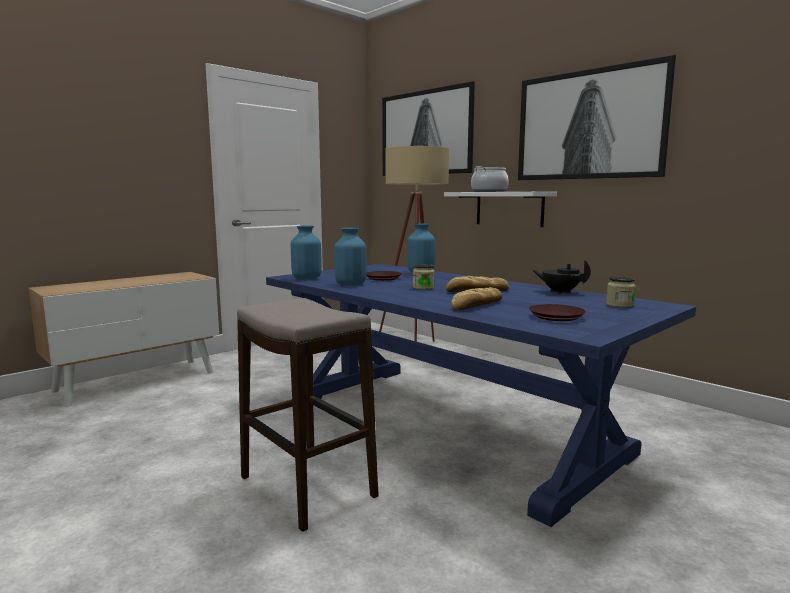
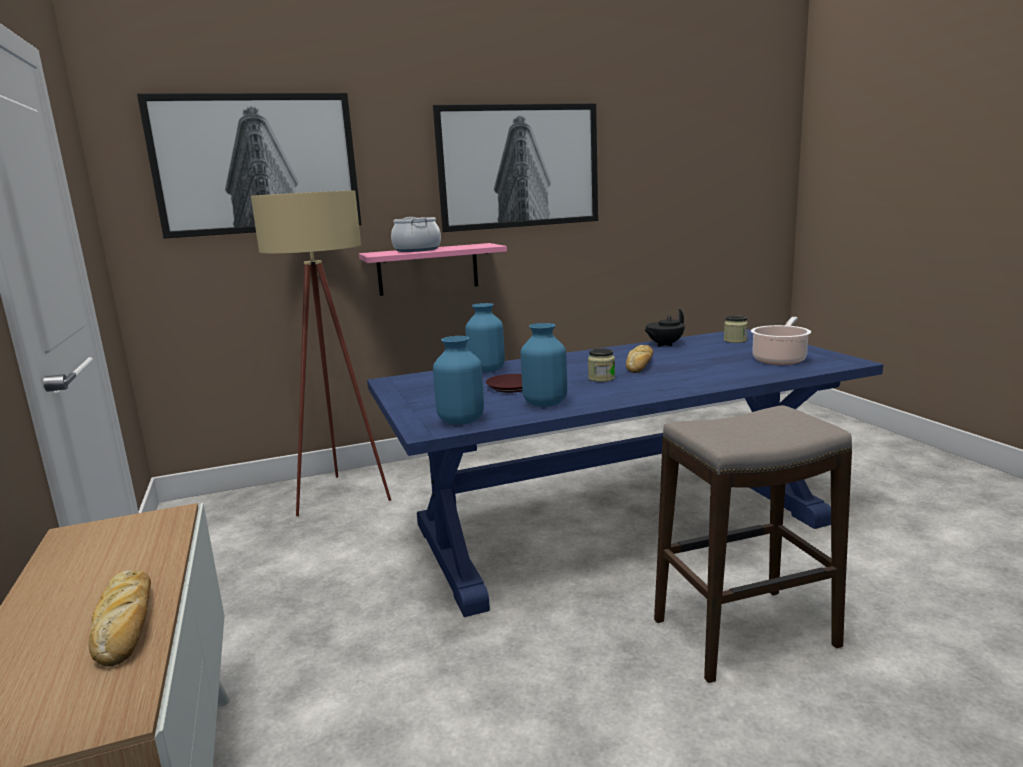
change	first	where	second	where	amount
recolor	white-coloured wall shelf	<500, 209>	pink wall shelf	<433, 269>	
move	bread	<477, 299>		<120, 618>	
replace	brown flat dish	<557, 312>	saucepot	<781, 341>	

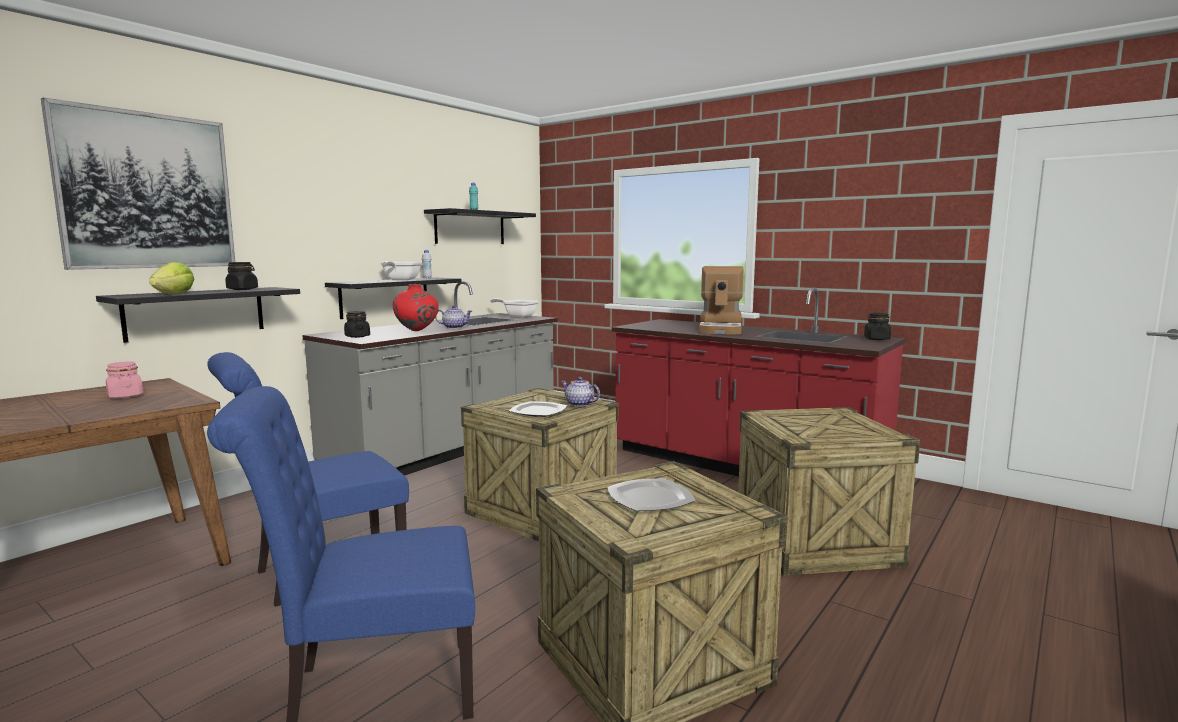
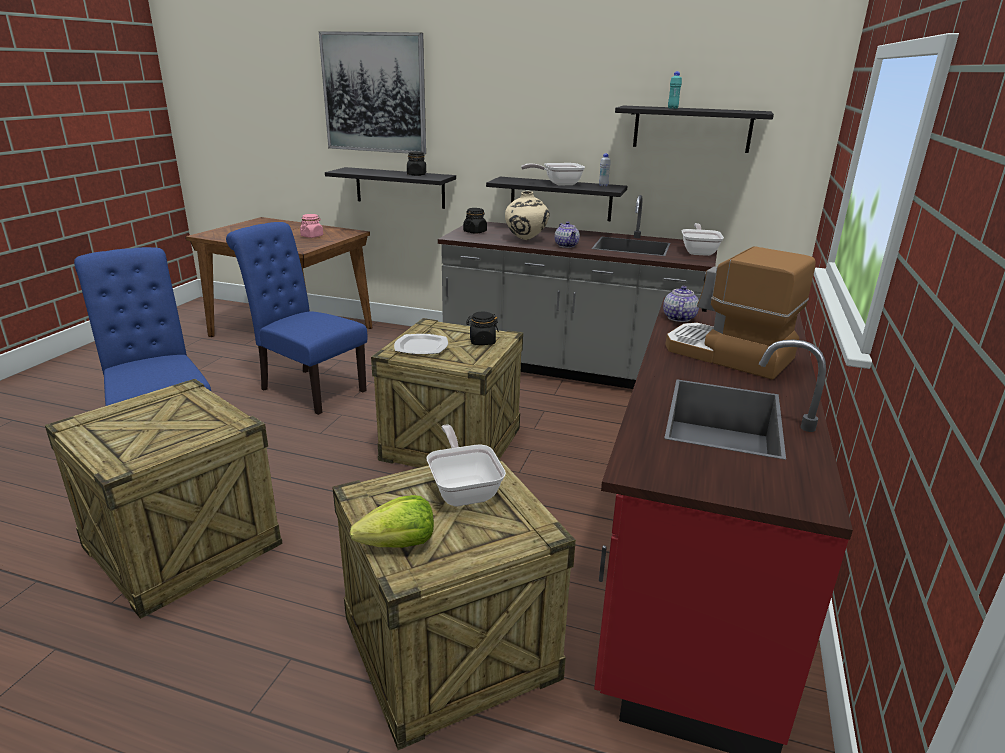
change	first	where	second	where	amount
move	lettuce head	<171, 278>		<392, 521>	
rotate	coffee machine	<721, 300>		<740, 313>	45 degrees clockwise
recolor	reddish decorative vase	<416, 307>	beige-coloured decorative vase	<527, 215>	
move	black-coloured storage jar	<877, 326>		<482, 328>	
move	pot for tea	<580, 392>		<681, 304>	
delete	flat dish	<651, 494>			
insert			frying pan	<466, 465>	

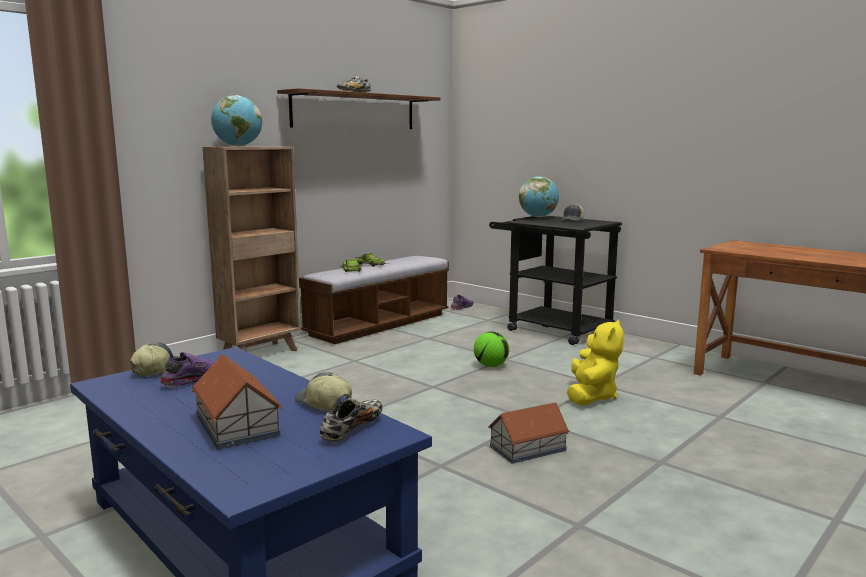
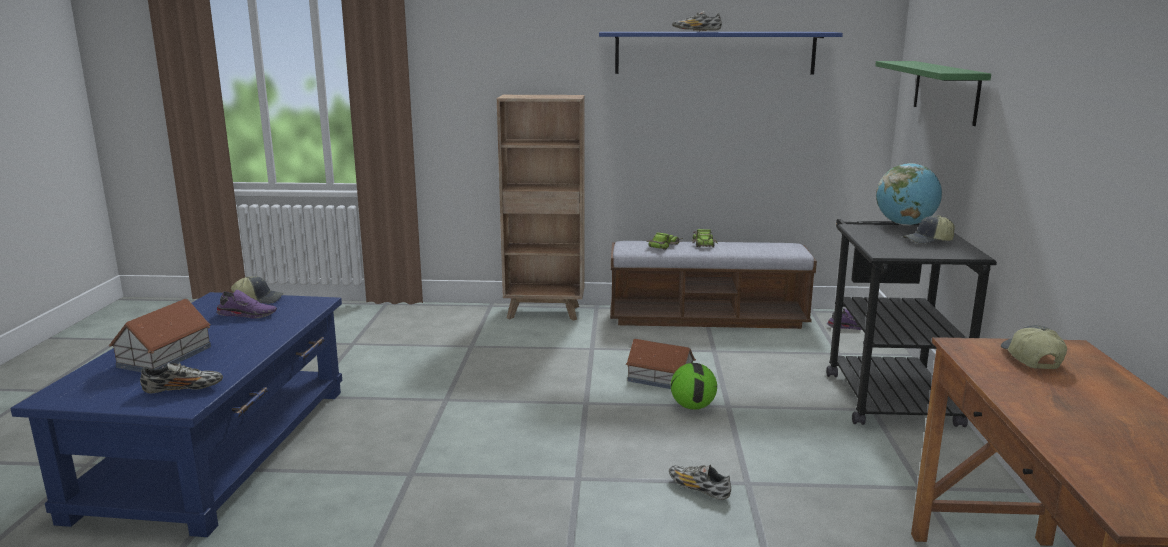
change	first	where	second	where	amount
recolor	brown wall shelf	<359, 108>	bluish wall shelf	<721, 53>	
delete	desk globe	<236, 120>			
replace	yellow-coloured soft toy	<595, 362>	low shoe	<700, 482>	
move	baseball cap	<323, 392>		<1034, 347>	
move	model house	<529, 433>		<661, 364>	
insert			green wall shelf	<933, 93>	

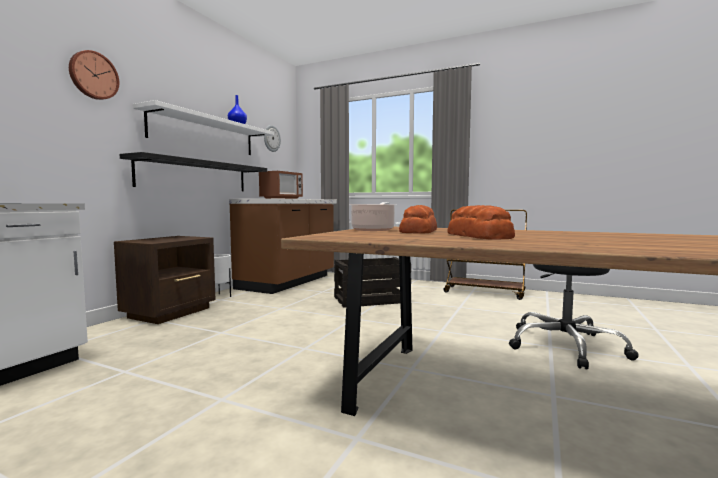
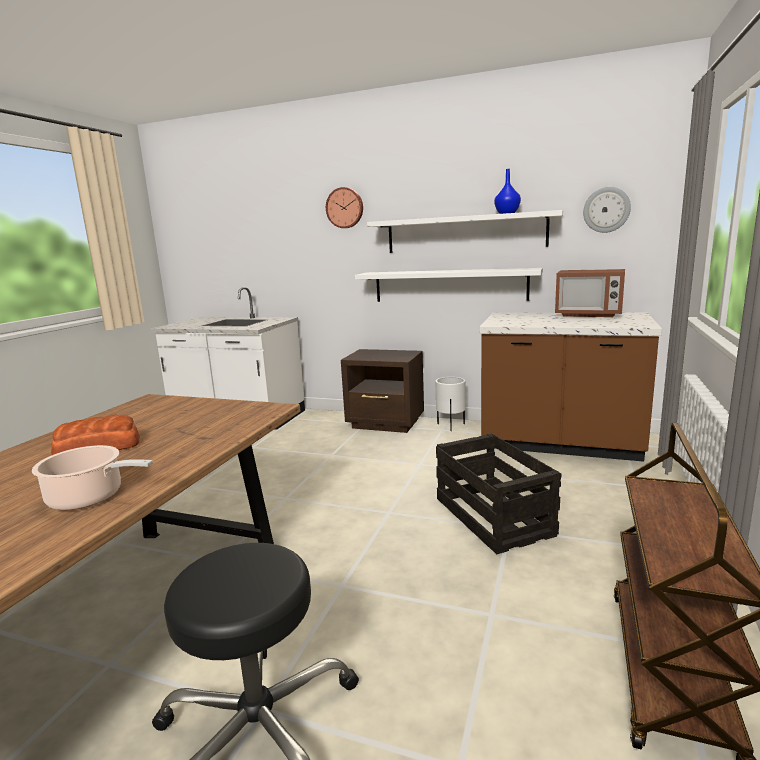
change	first	where	second	where	amount
recolor	black-coloured wall shelf	<193, 171>	white-coloured wall shelf	<449, 285>	
move	saucepot	<373, 216>		<92, 477>	
delete	bread	<418, 219>			

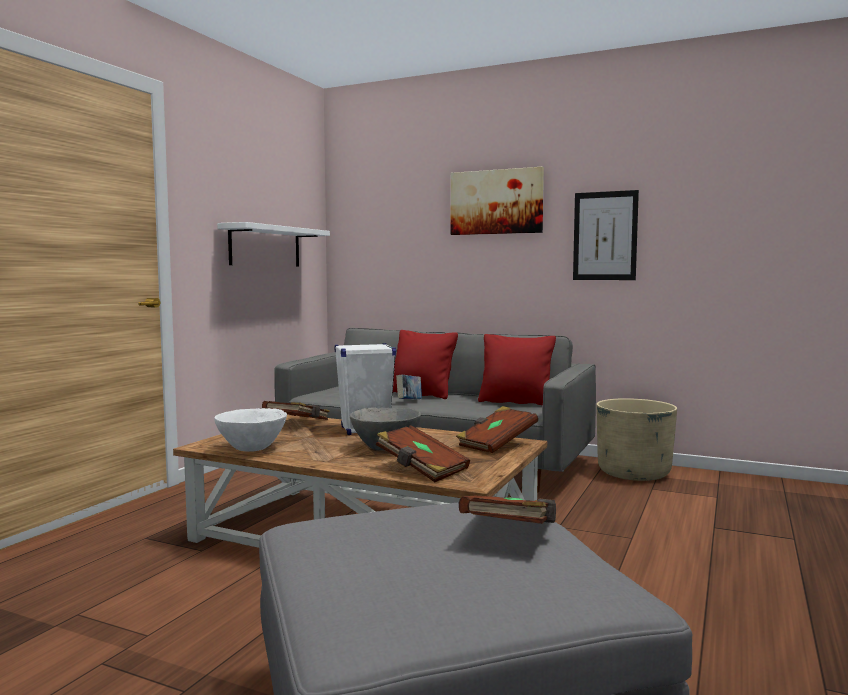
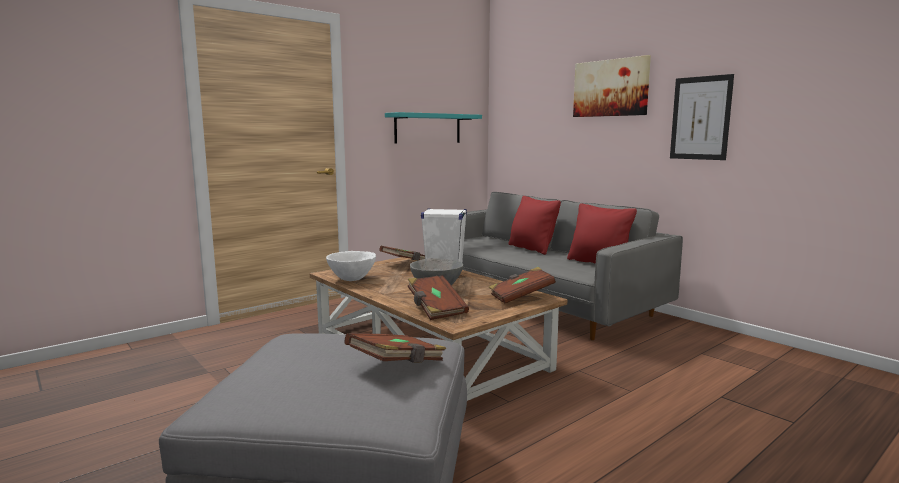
change	first	where	second	where	amount
recolor	white-coloured wall shelf	<273, 244>	blue-green wall shelf	<433, 128>	
delete	book	<409, 386>			
delete	beige-coloured plant pot	<636, 439>			

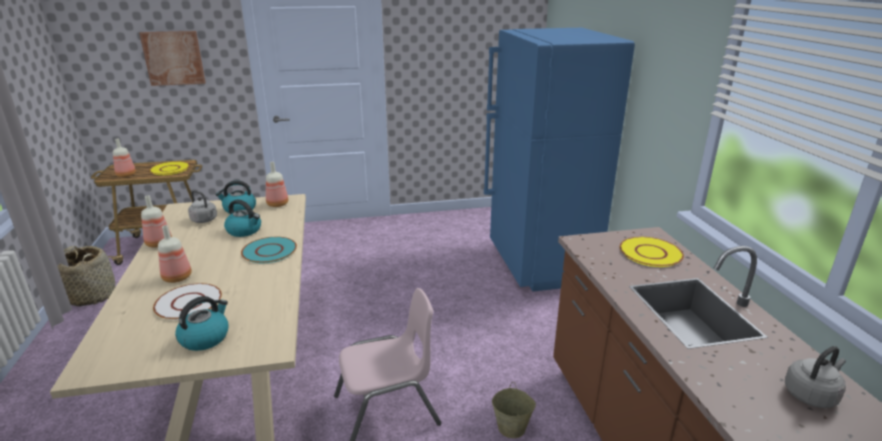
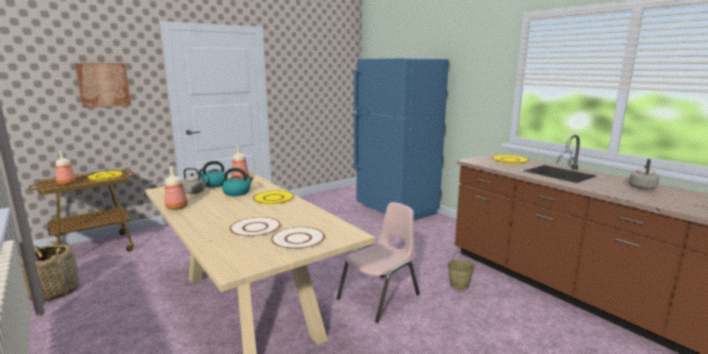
change	first	where	second	where	amount
delete	beverage bottle	<175, 254>			
recolor	blue-green flat dish	<269, 250>	yellow-coloured flat dish	<273, 198>	
replace	tea kettle	<201, 323>	white-coloured flat dish	<298, 238>	

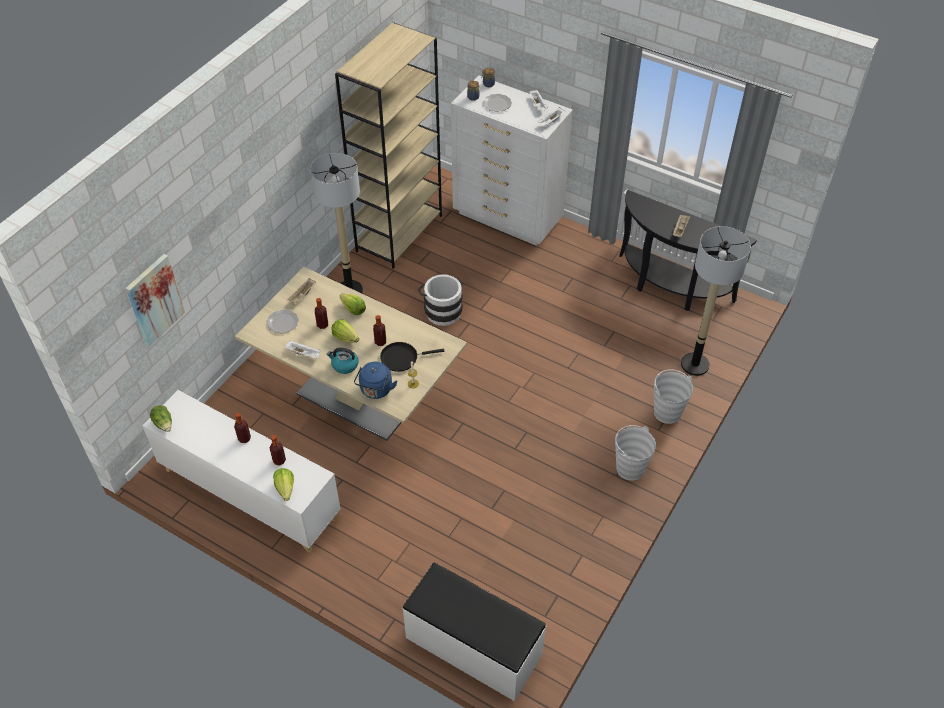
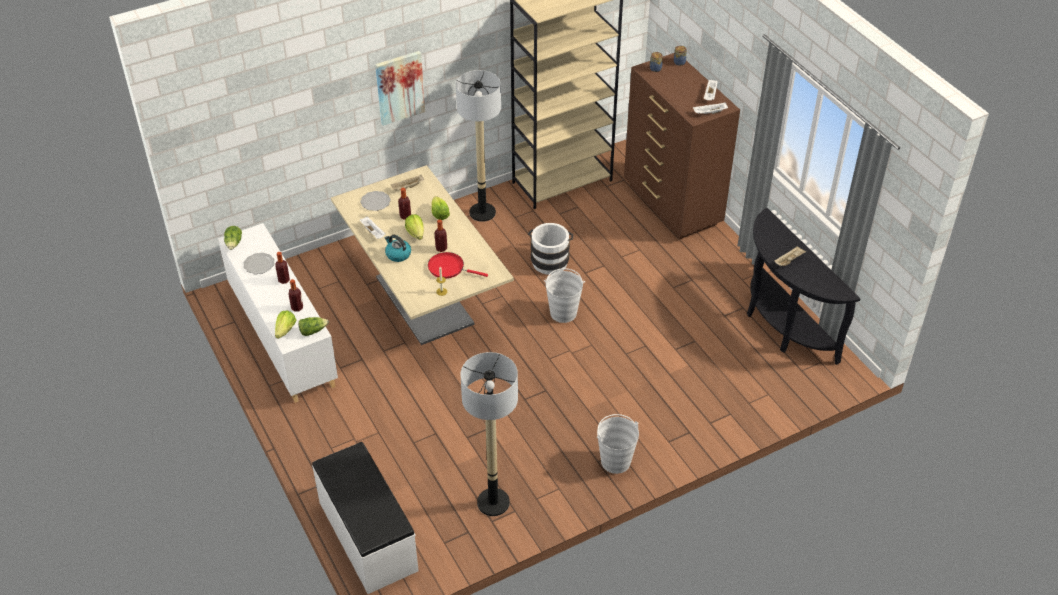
change	first	where	second	where	amount
recolor	white-coloured drawer chest	<512, 160>	brown drawer chest	<682, 146>	
move	flat dish	<497, 103>		<259, 263>	
move	standing lamp	<716, 301>		<489, 434>	
move	wall art	<155, 300>		<400, 88>	
recolor	black-coloured frying pan	<412, 357>	reddish frying pan	<458, 265>	
delete	bluish tea kettle	<375, 380>			
move	white-coloured water bucket	<673, 396>		<564, 295>	
insert			lettuce head	<313, 326>	

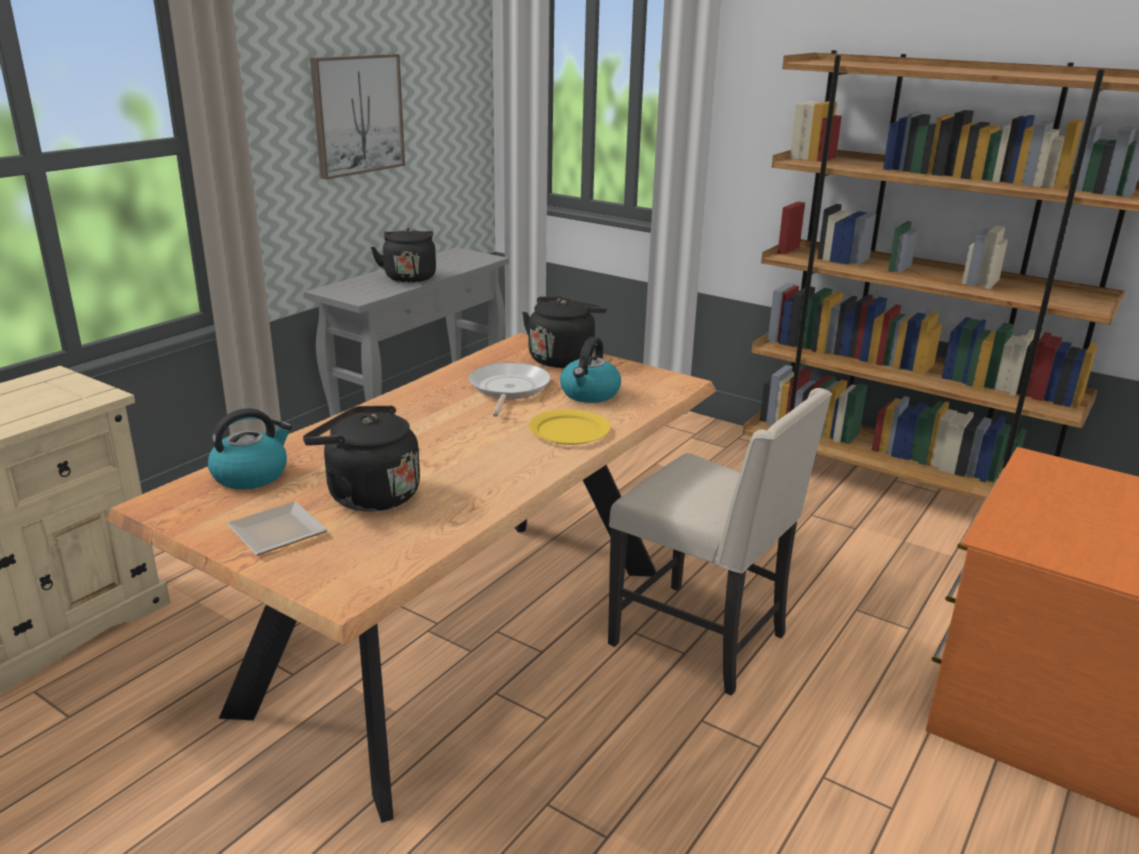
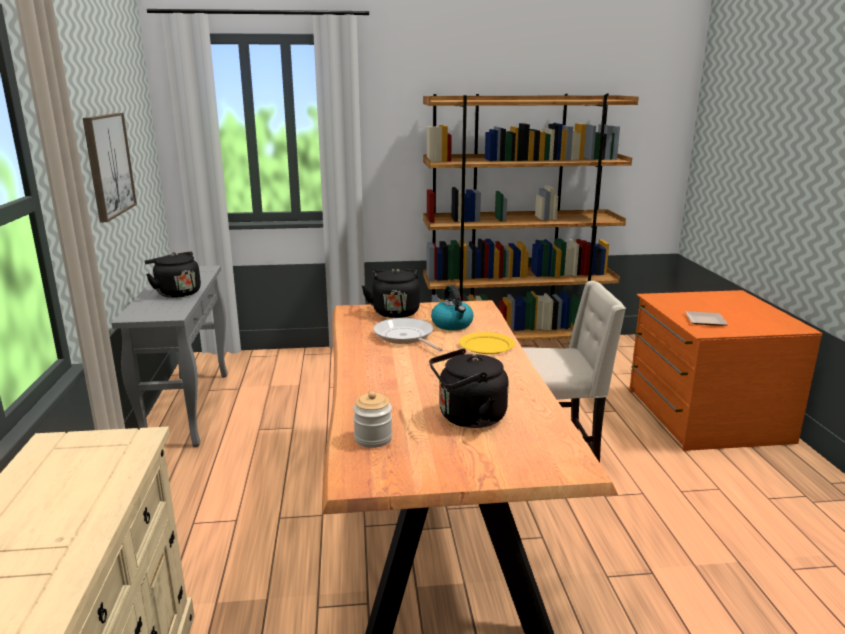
change	first	where	second	where	amount
replace	tea kettle	<250, 448>	storage jar	<372, 419>	
move	flat dish	<276, 528>		<706, 318>	

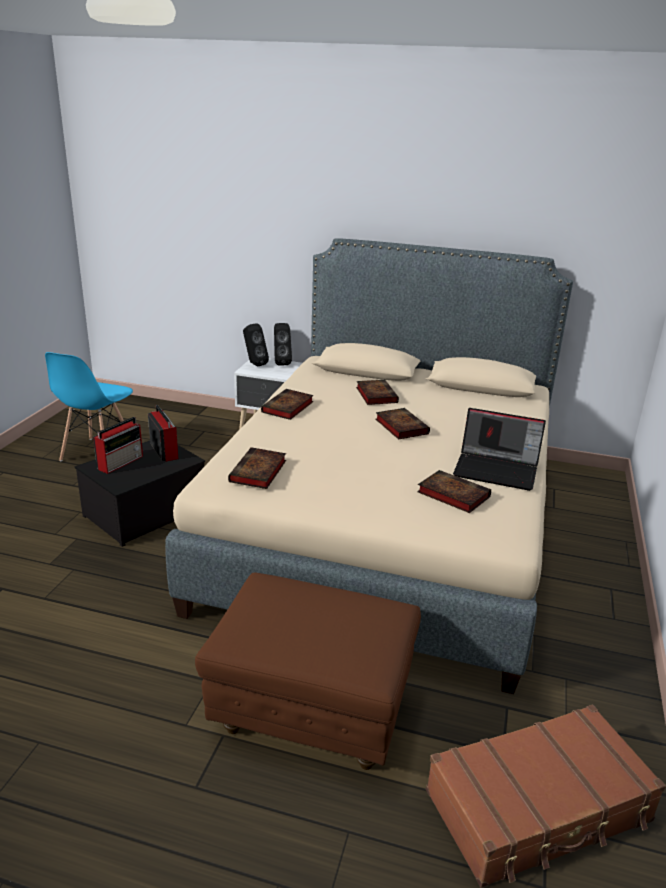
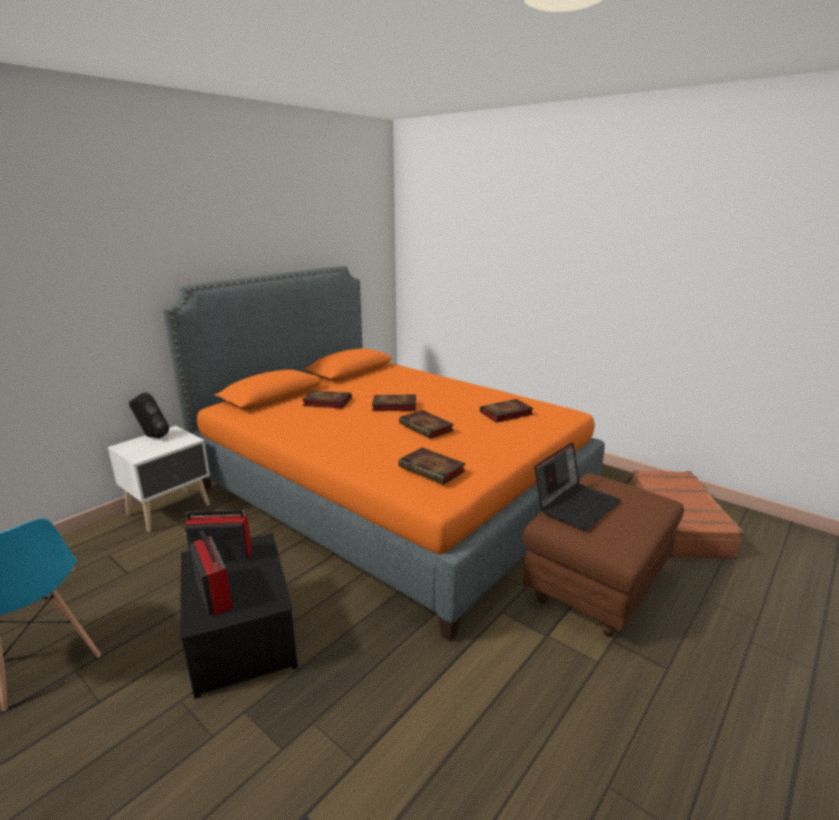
change	first	where	second	where	amount
recolor	beige-coloured sleeping bed	<369, 466>	orange sleeping bed	<383, 453>	
delete	black-coloured audio speaker	<256, 345>			
move	book	<287, 404>		<426, 424>	
move	laptop	<499, 449>		<577, 486>	

